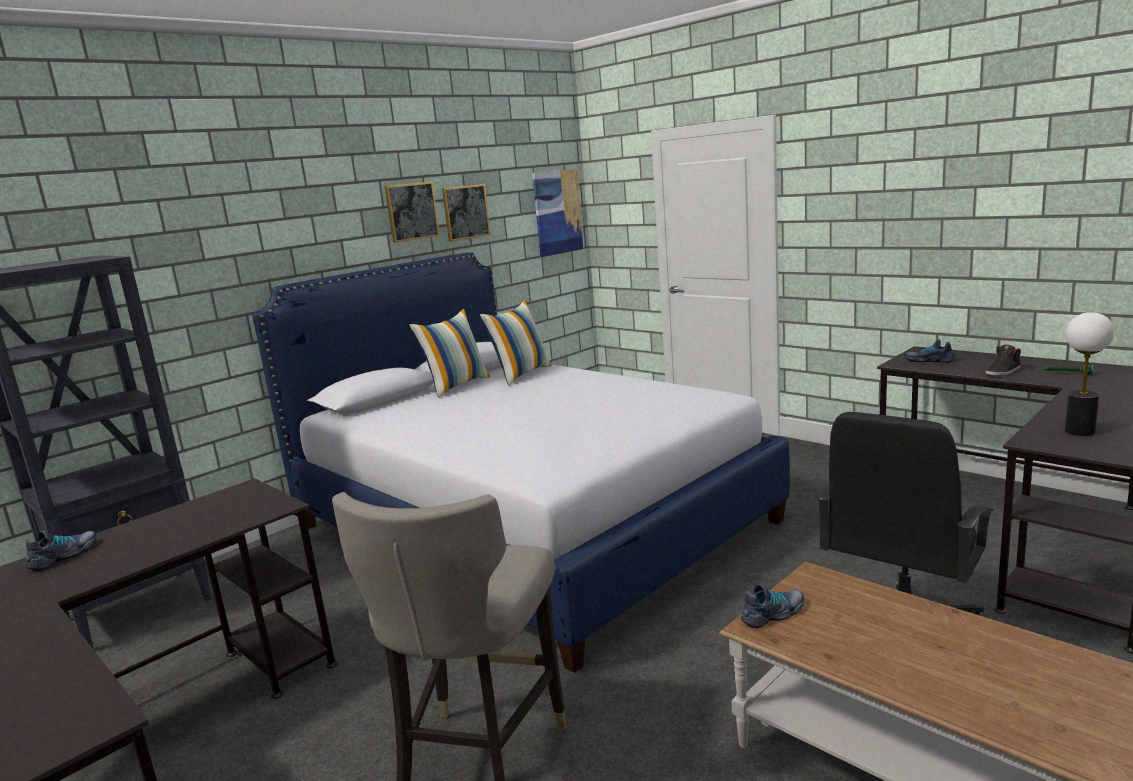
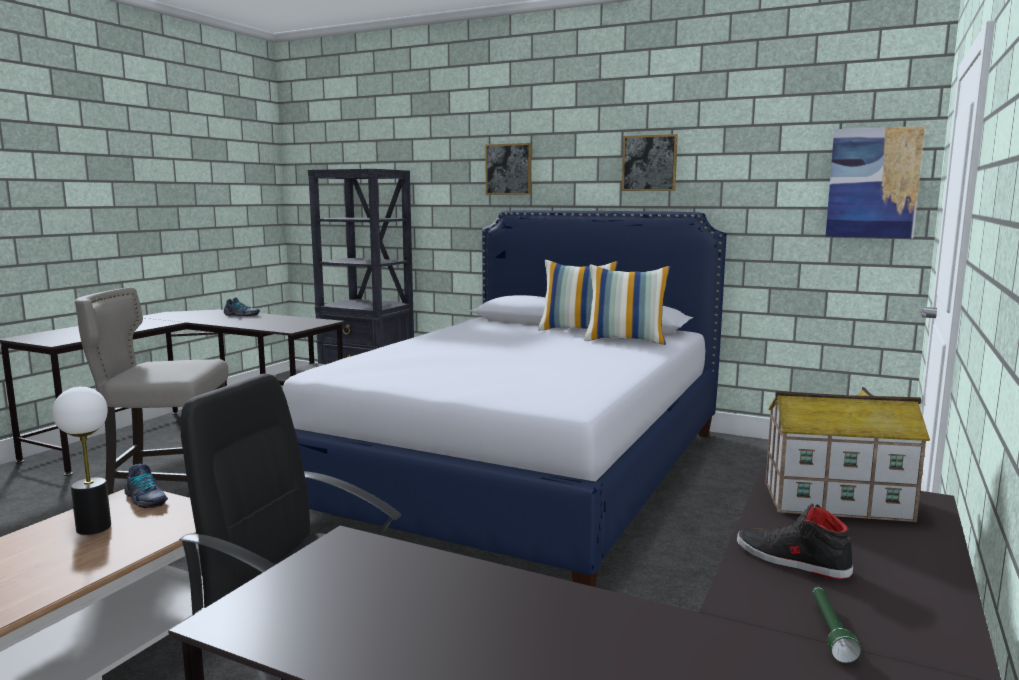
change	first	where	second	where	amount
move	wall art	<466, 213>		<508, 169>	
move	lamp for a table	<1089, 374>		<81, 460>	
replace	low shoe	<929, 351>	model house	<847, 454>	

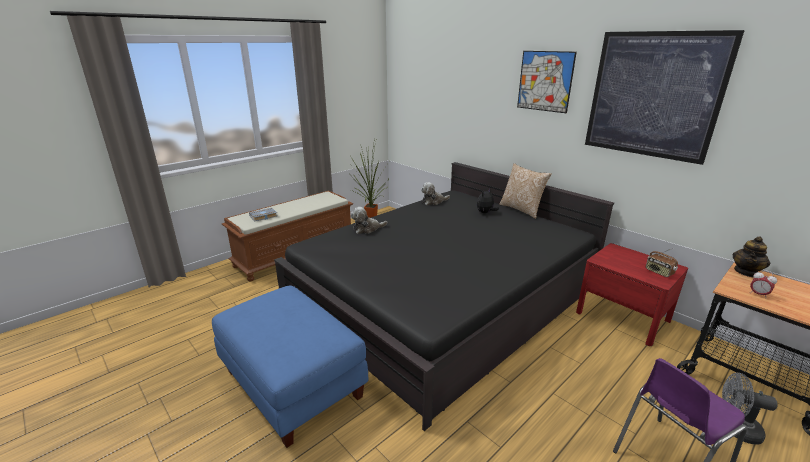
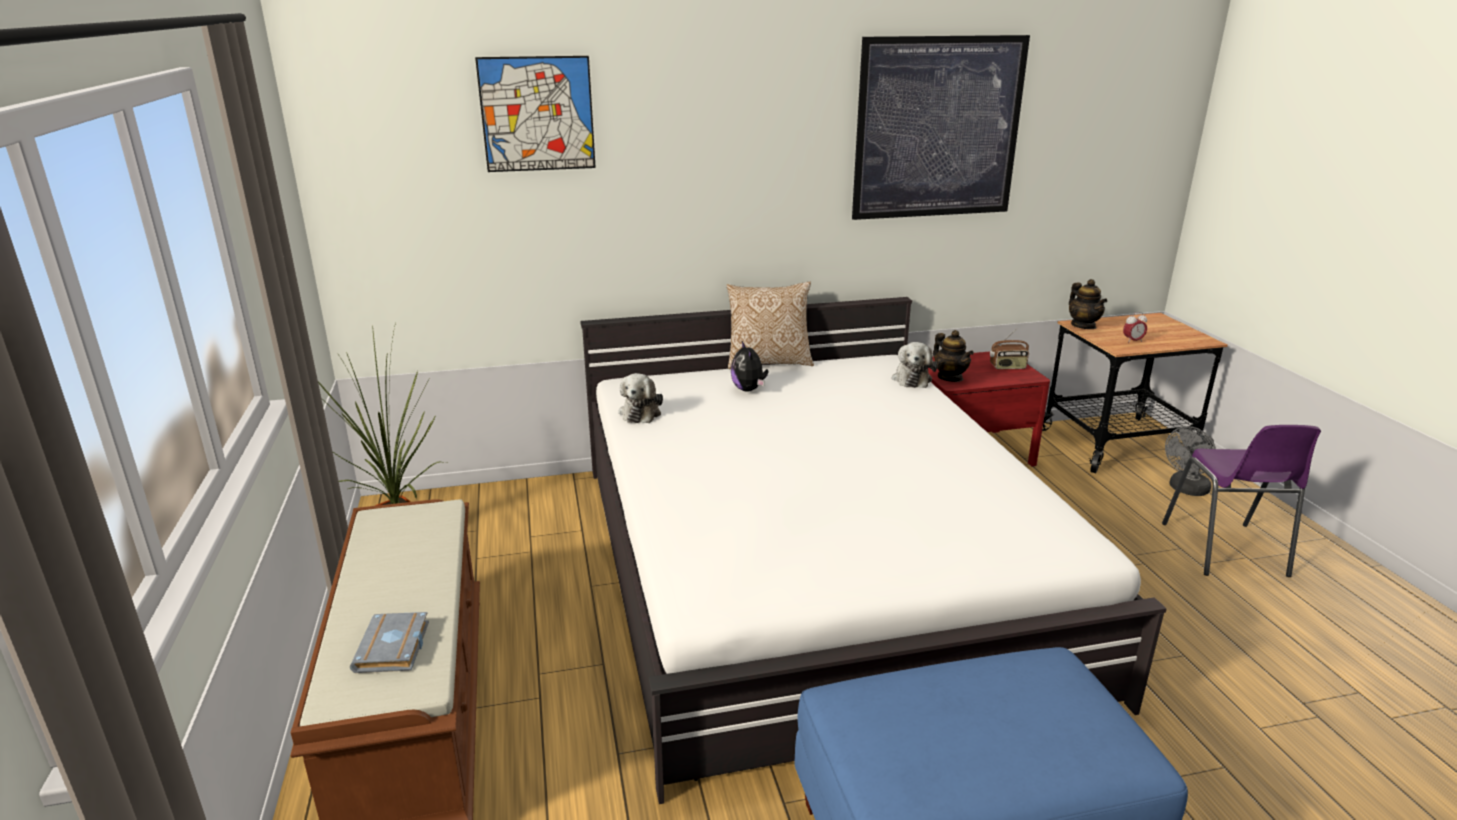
change	first	where	second	where	amount
move	wall art	<547, 82>		<535, 114>	
recolor	black-coloured sleeping bed	<444, 296>	white-coloured sleeping bed	<873, 550>	
move	soft toy	<369, 220>		<914, 365>	
insert			pot for tea	<953, 356>	

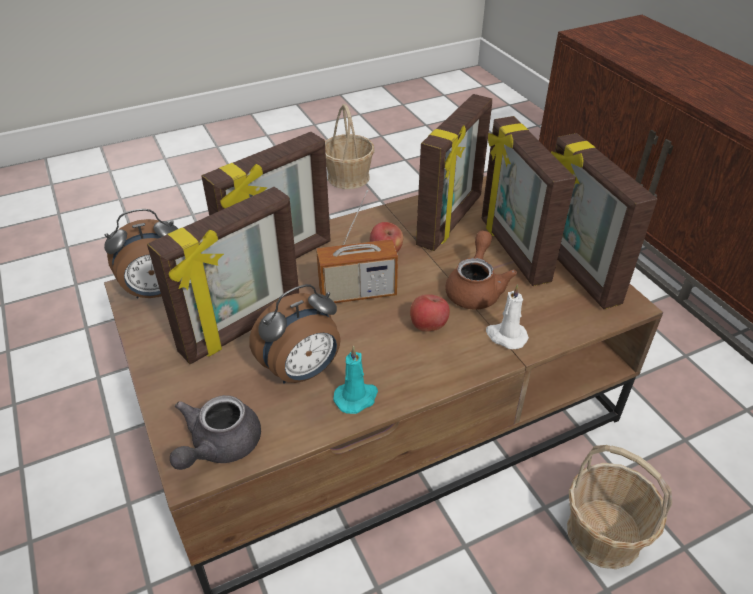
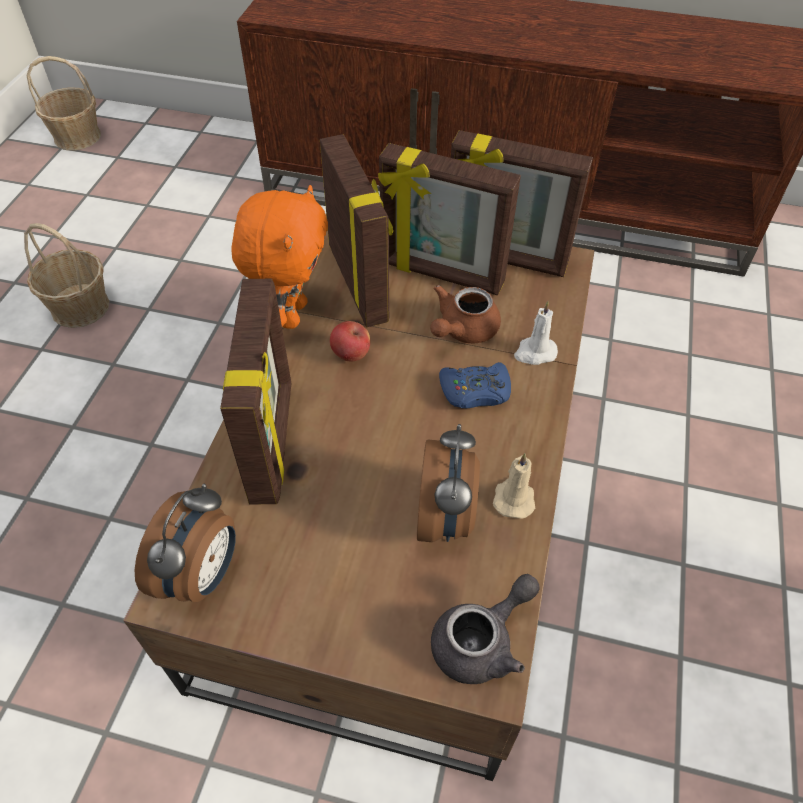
change	first	where	second	where	amount
delete	picture frame	<223, 275>			
delete	radio	<357, 246>			
rotate	brown pot for tea	<481, 270>		<465, 314>	105 degrees counterclockwise
replace	whole apple	<430, 313>	bluish joypad	<475, 385>	
recolor	blue-green wax candle	<355, 379>	beige-coloured wax candle	<514, 486>	
rotate	greyish pot for tea	<215, 432>		<485, 629>	105 degrees counterclockwise
move	basket	<619, 507>		<63, 103>	
insert			orange soft toy	<279, 257>	

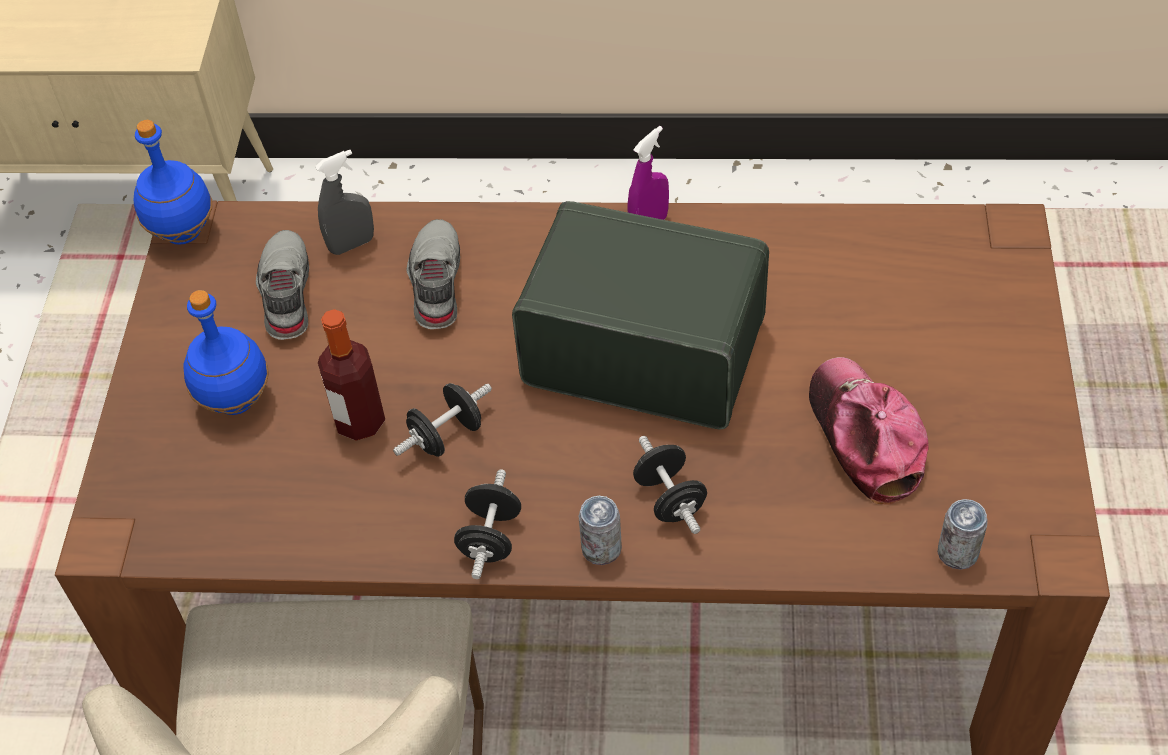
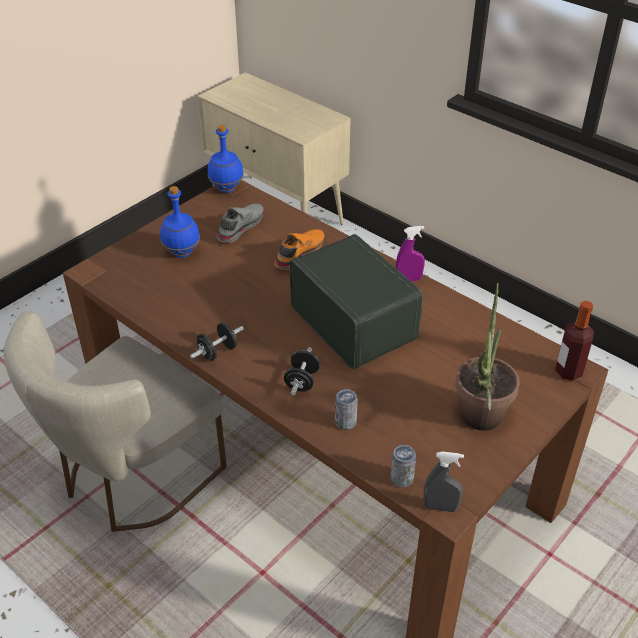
change	first	where	second	where	amount
move	greyish hand sprayer	<344, 202>		<443, 481>	
recolor	greyish low shoe	<433, 274>	orange low shoe	<299, 249>	
move	beverage bottle	<351, 375>		<574, 341>	
delete	baseball cap	<869, 431>			
delete	black-coloured dumbbell	<442, 420>			
move	metal can	<600, 530>		<346, 409>	
insert			potted plant	<488, 357>	

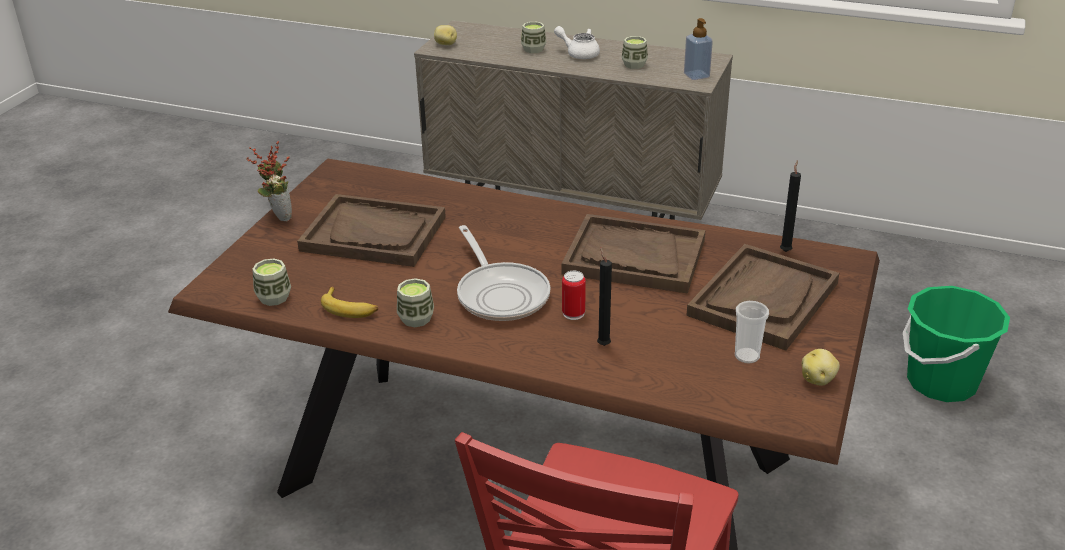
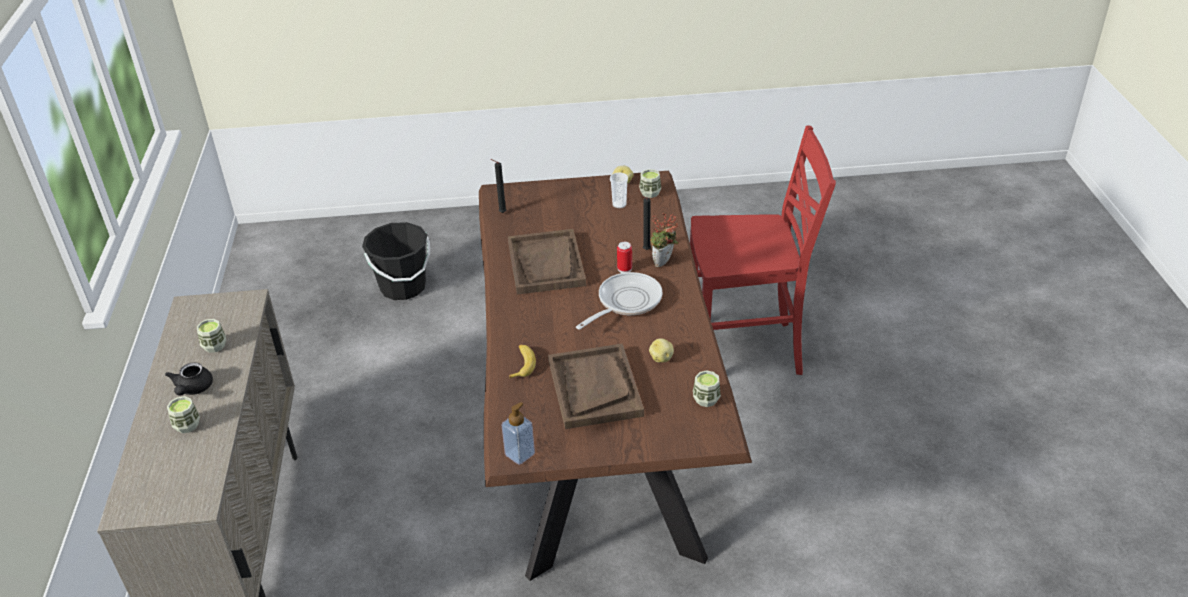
change	first	where	second	where	amount
move	liquid soap bottle	<698, 49>		<518, 433>	
move	potato	<445, 35>		<661, 350>	
recolor	white-coloured pot for tea	<577, 42>	black-coloured pot for tea	<189, 379>	
move	potted plant	<269, 181>		<664, 240>	
delete	brown carrying tray	<763, 297>			
move	cup	<415, 302>		<650, 183>	
recolor	green water bucket	<956, 344>	black-coloured water bucket	<396, 261>	
move	banana	<349, 302>		<522, 361>	

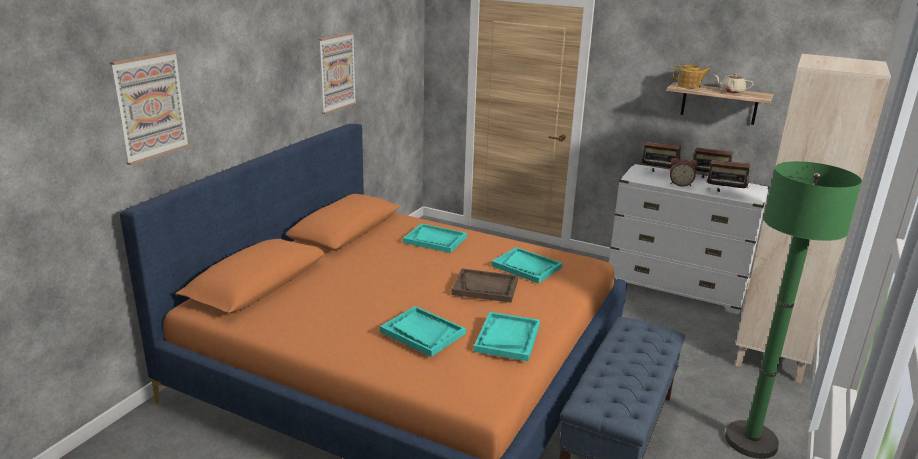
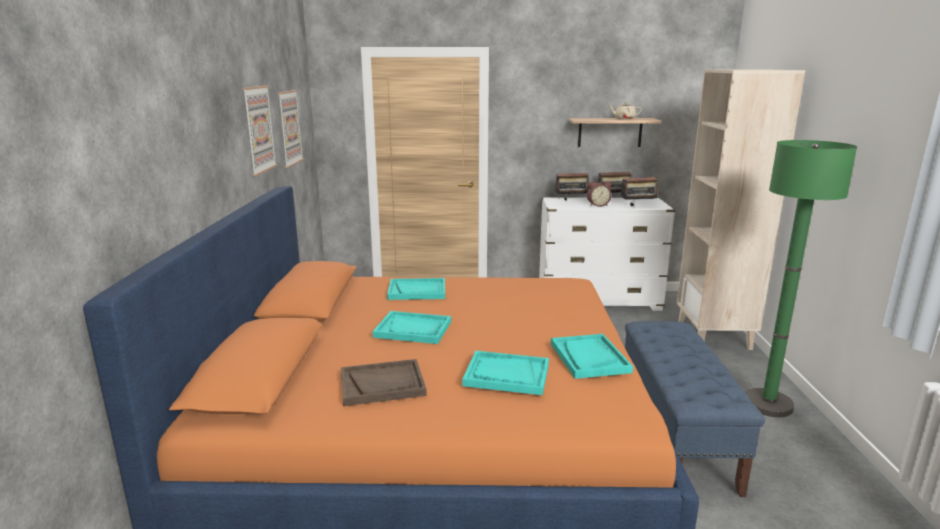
change	first	where	second	where	amount
move	wall art	<149, 108>		<290, 129>	
delete	pot for tea	<692, 77>			
move	blue-green carrying tray	<526, 265>		<411, 327>	
move	brown carrying tray	<484, 285>		<384, 382>	

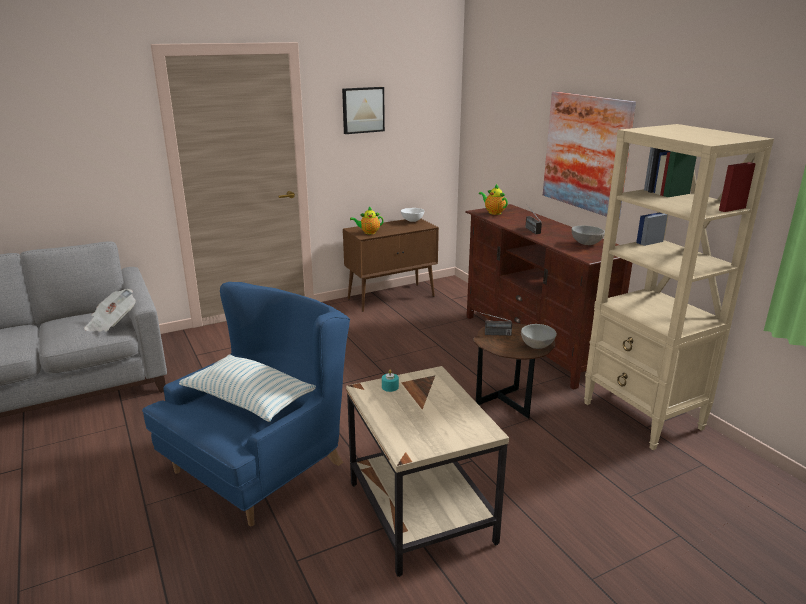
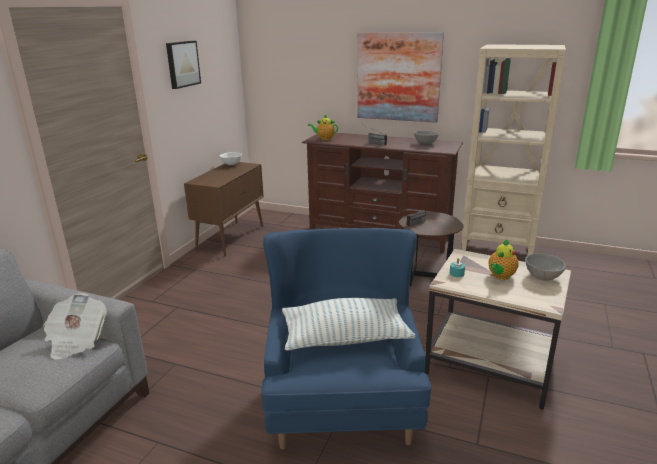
change	first	where	second	where	amount
move	pot for tea	<367, 220>		<504, 259>	
move	greyish deep dish	<539, 336>		<545, 267>	

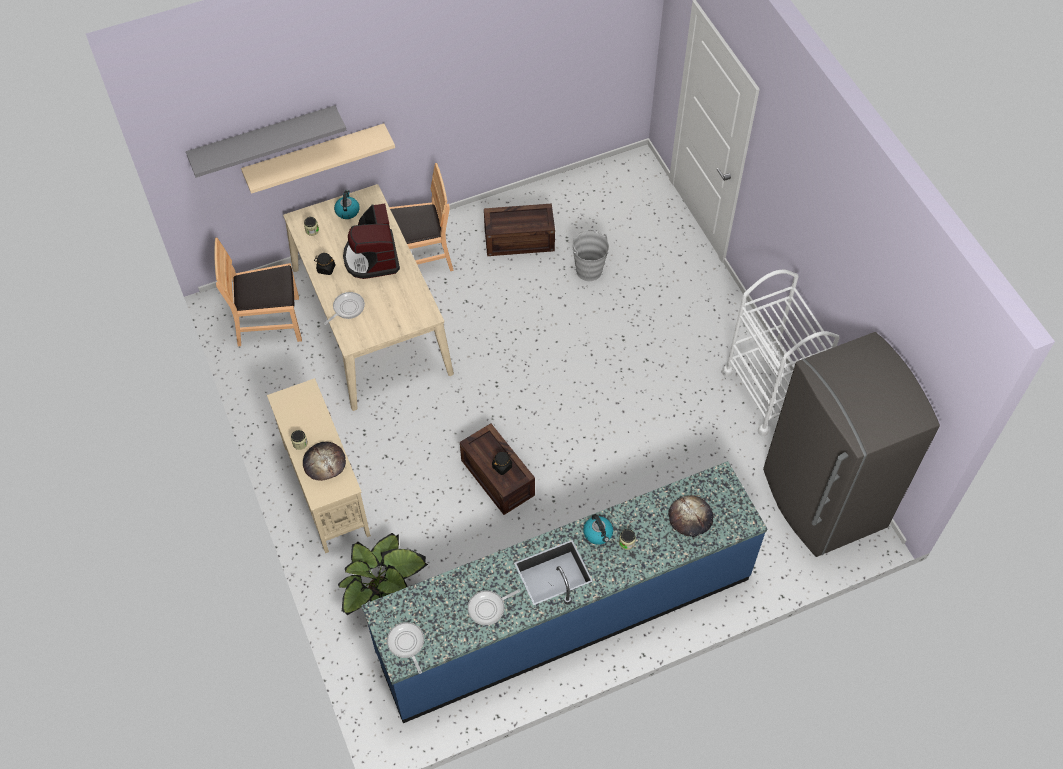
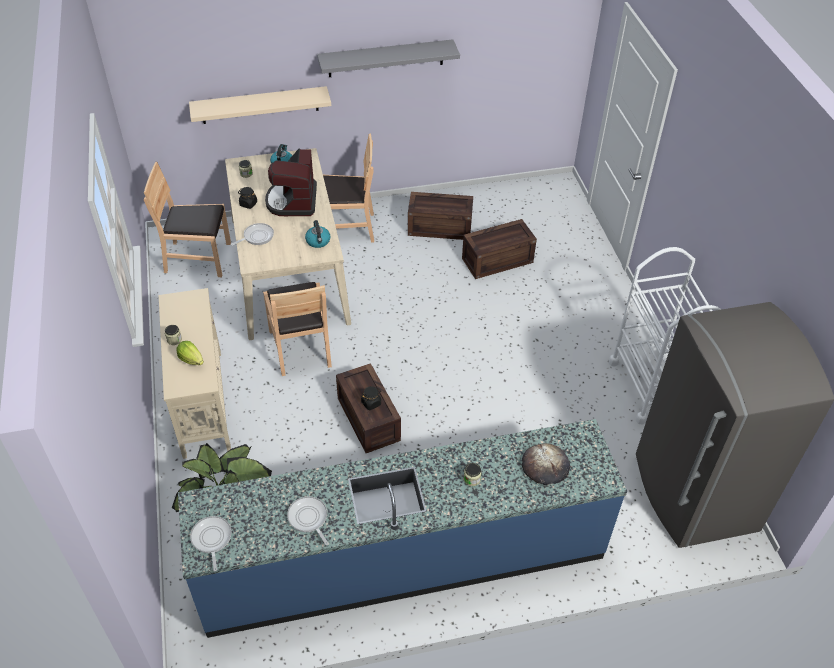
change	first	where	second	where	amount
move	greyish wall shelf	<266, 141>		<388, 58>	
replace	greyish water bucket	<590, 255>	packing crate	<499, 249>	
replace	bread	<324, 461>	lettuce head	<190, 353>	
move	tea kettle	<598, 529>		<317, 234>	
rotate	frying pan	<494, 607>		<308, 520>	75 degrees clockwise
insert			brown plain chair	<297, 329>	

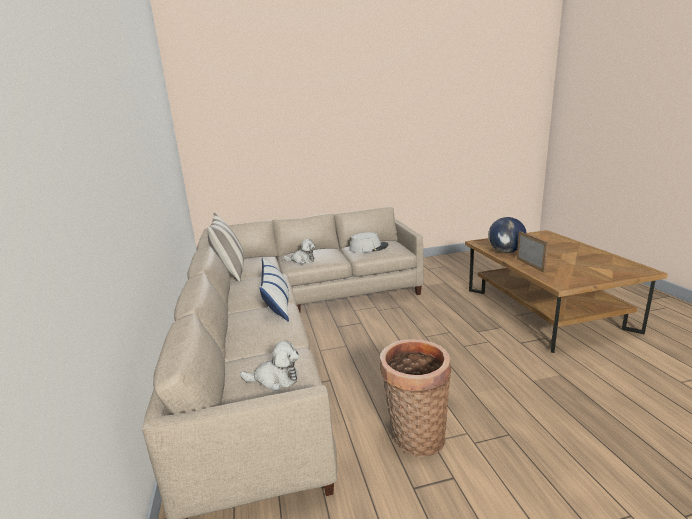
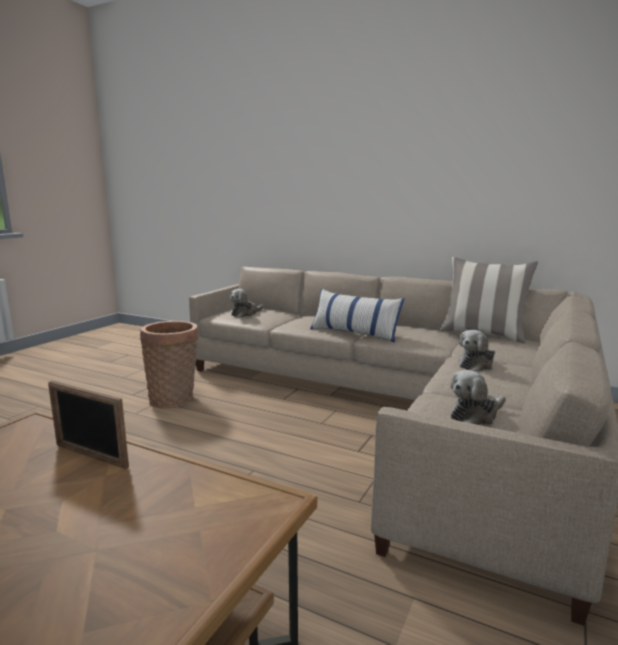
change	first	where	second	where	amount
delete	desk globe	<507, 235>			
replace	greyish hat	<368, 242>	soft toy	<478, 397>	

